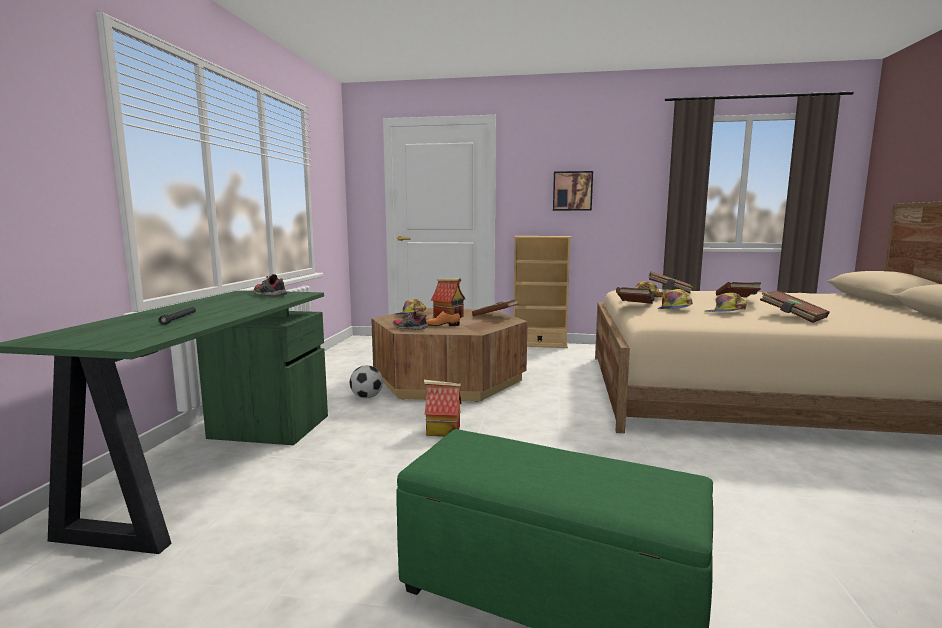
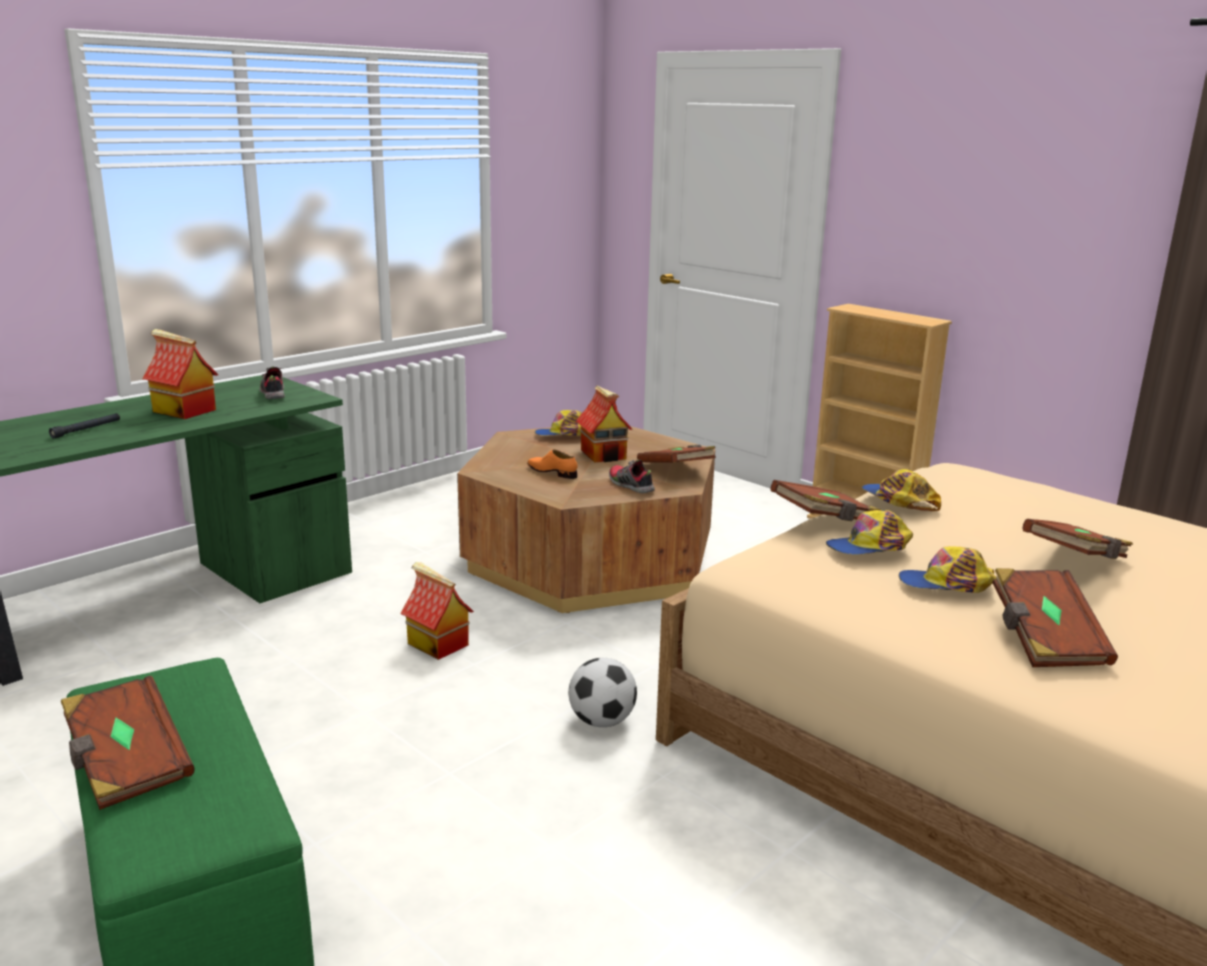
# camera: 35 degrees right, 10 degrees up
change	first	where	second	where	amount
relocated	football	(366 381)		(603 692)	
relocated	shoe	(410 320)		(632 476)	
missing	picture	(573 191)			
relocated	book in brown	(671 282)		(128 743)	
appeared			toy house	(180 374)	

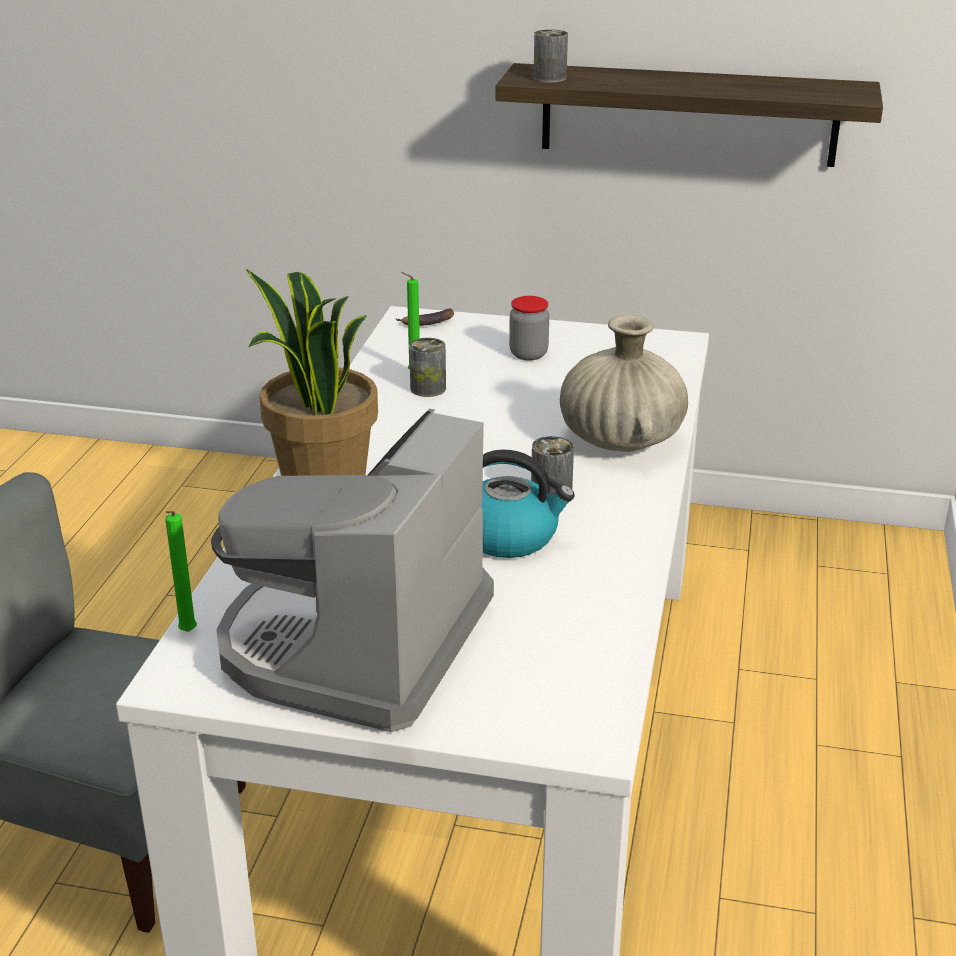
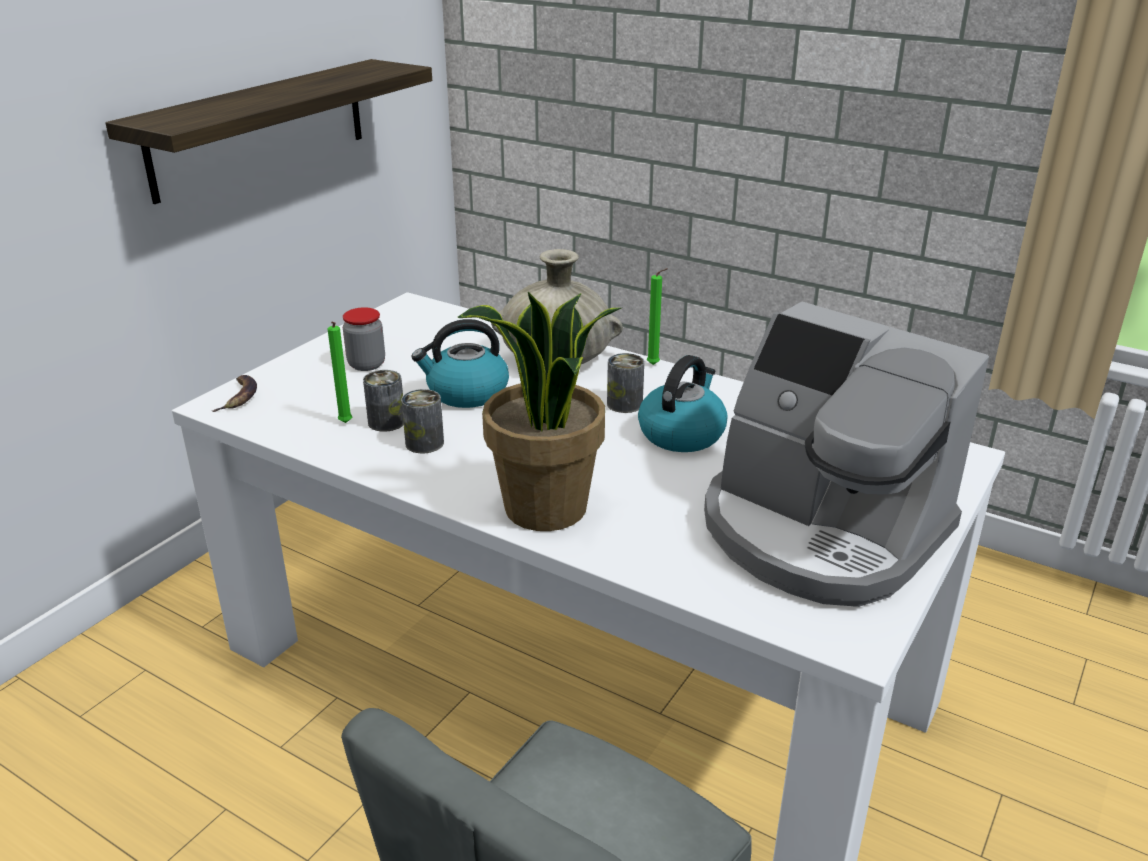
# camera: 70 degrees left, 0 degrees up
change	first	where	second	where	amount
relocated	candle in green	(181 571)		(657 316)	
relocated	can	(551 56)		(422 421)	
appeared			kettle	(460 363)	

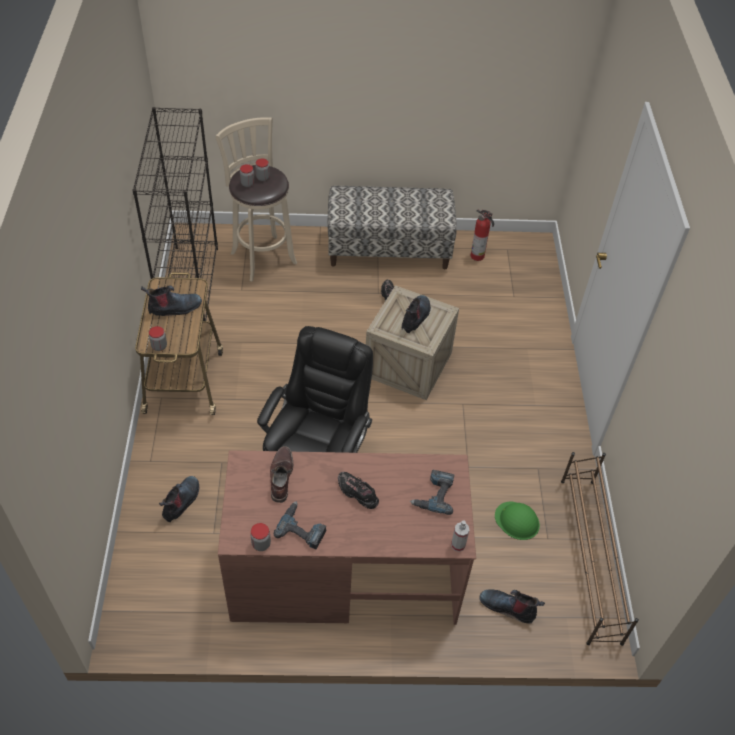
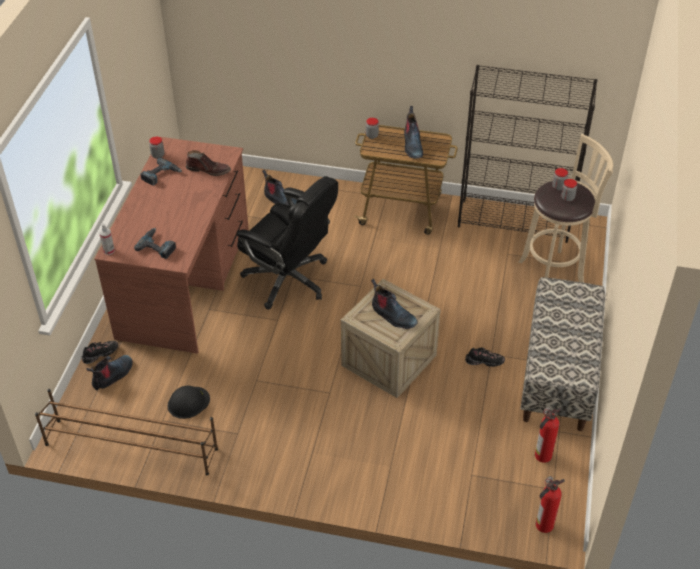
# camera: 105 degrees right, 5 degrees down
change	first	where	second	where	amount
relocated	shoe in black	(358 490)		(99 352)	
colour	hard hat in green	(517 521)	hard hat in black	(189 402)	
appeared			fire extinguisher	(550 504)	

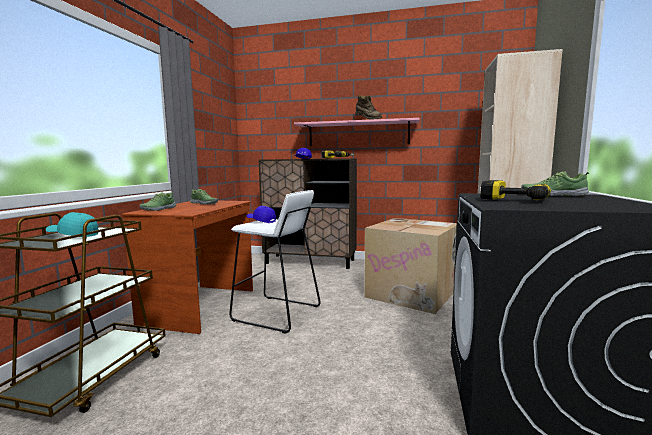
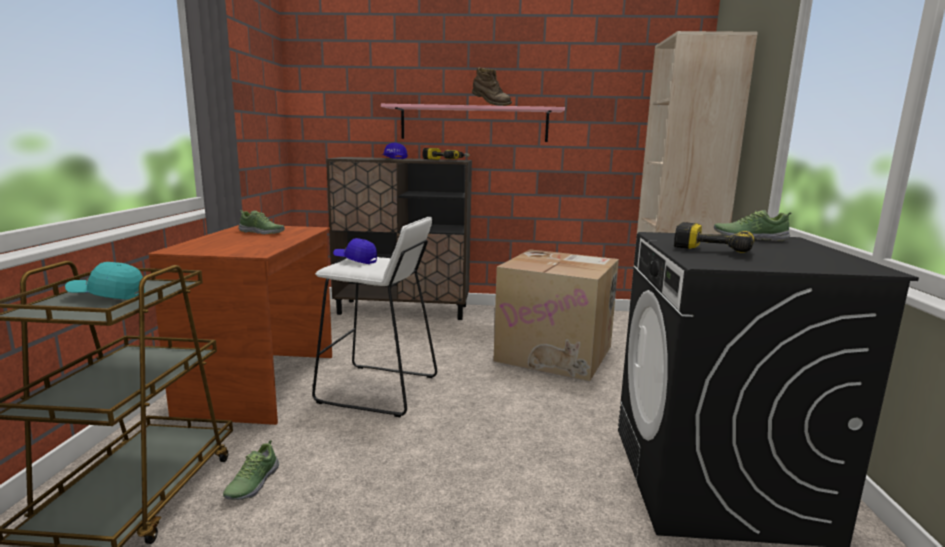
# camera: 10 degrees left, 5 degrees up
change	first	where	second	where	amount
relocated	shoe	(157 201)		(251 470)	

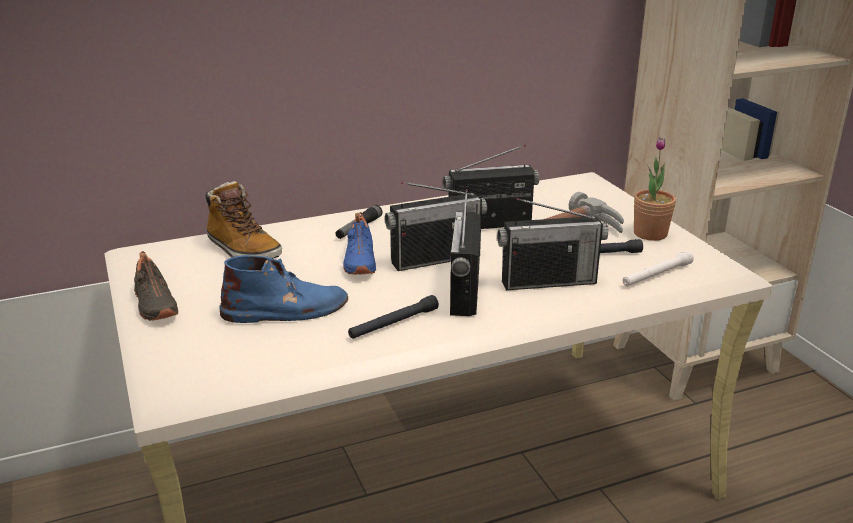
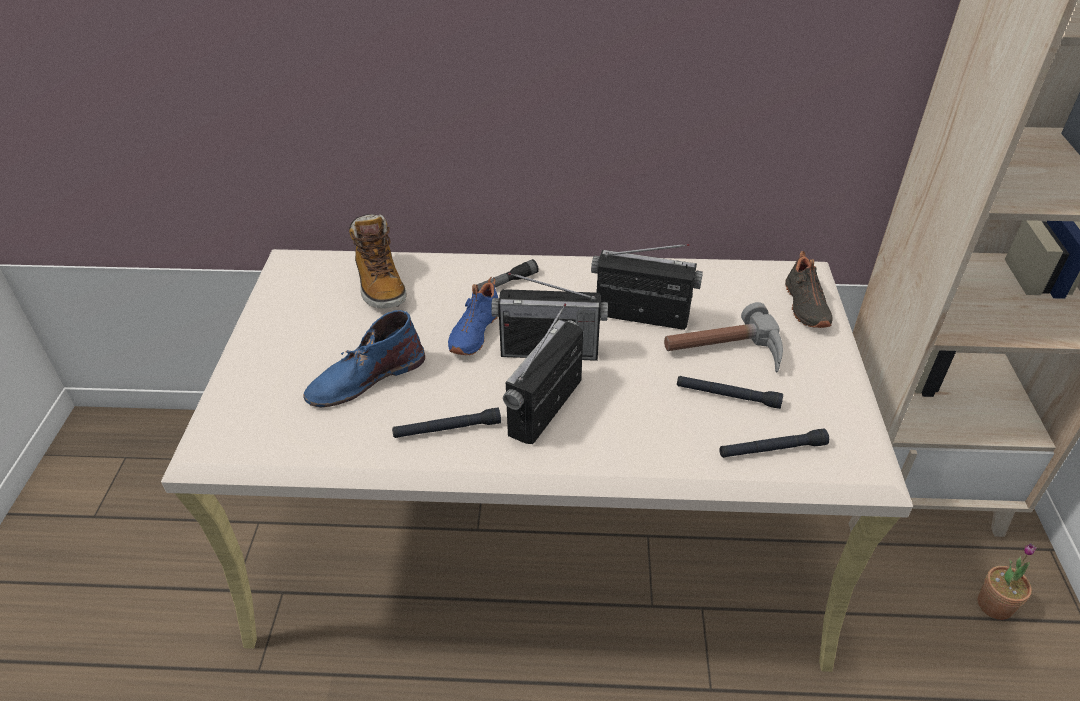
# camera: 25 degrees right, 15 degrees up
change	first	where	second	where	amount
relocated	shoe in black	(156 286)		(809 289)	
spun	boot in blue	(284 289)		(364 358)	135 degrees clockwise
missing	radio	(552 244)			
colour	flashlight in white	(658 268)	flashlight in black	(774 443)	
relocated	potted plant	(655 189)		(1007 581)	

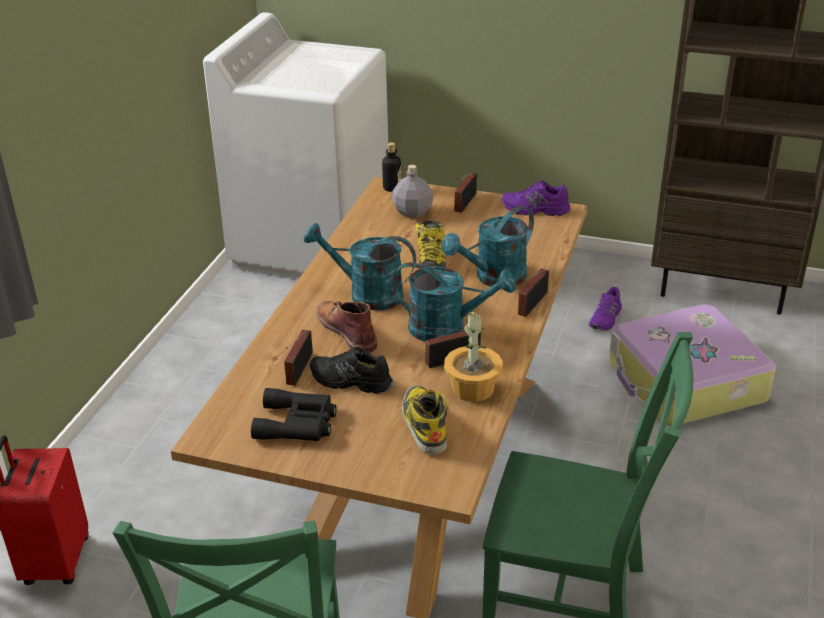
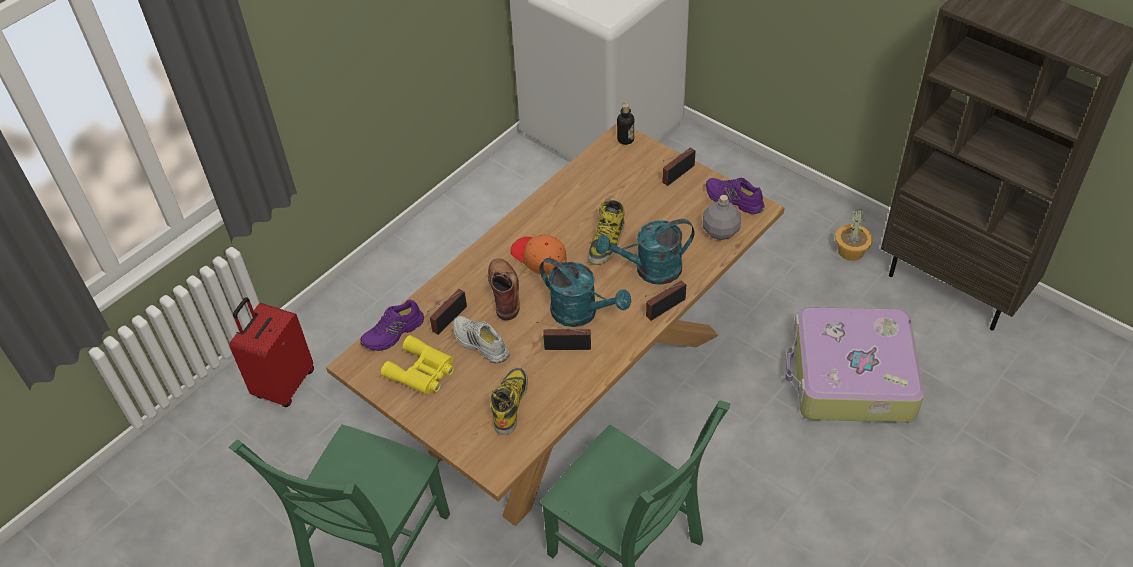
# camera: 25 degrees right, 15 degrees up
change	first	where	second	where	amount
colour	binoculars in black	(293 414)	binoculars in yellow	(417 365)	
exchanged	watering can in turquoise	(360 266)	cap in orange	(538 254)	
colour	shoe in black	(352 370)	shoe in white	(481 339)	
relocated	bottle in grey	(412 191)		(722 217)	
relocated	potted plant	(473 356)		(854 235)	
relocated	shoe in purple	(605 308)		(392 325)	

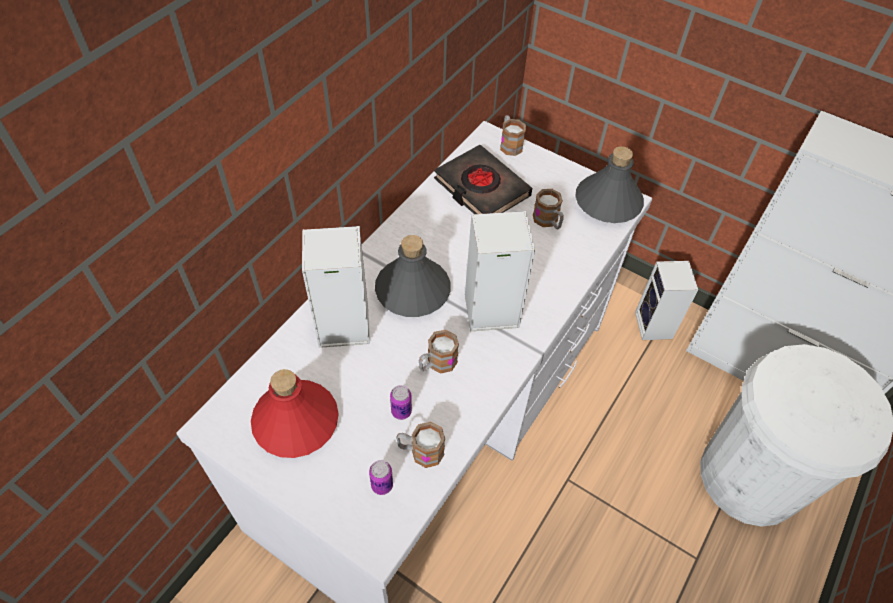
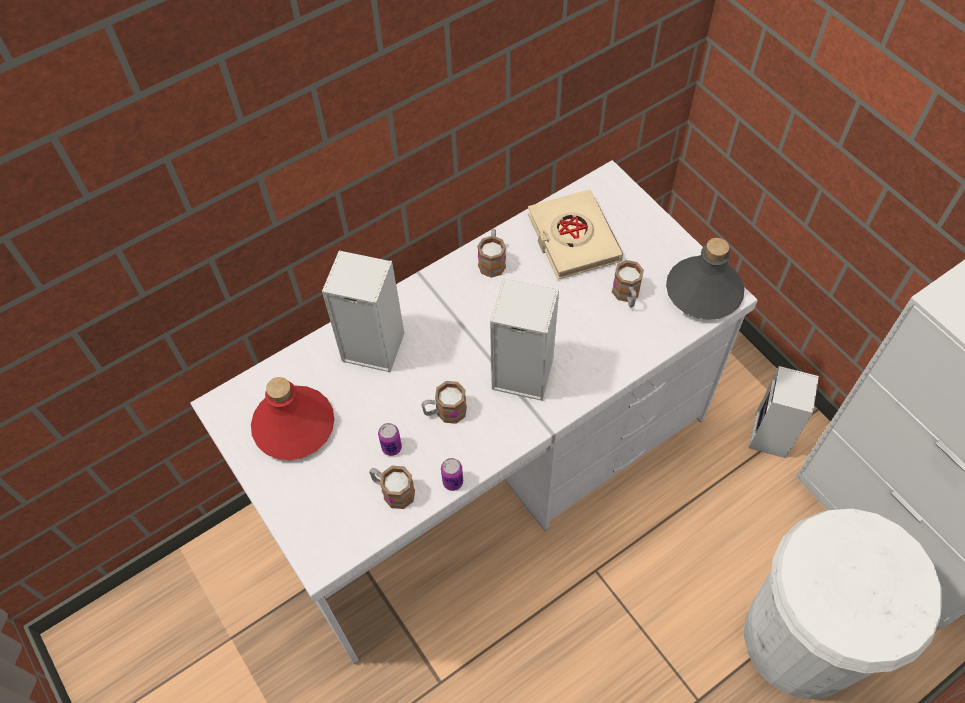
# camera: 25 degrees right, 5 degrees up
change	first	where	second	where	amount
relocated	can	(381 477)		(452 474)	
missing	bottle in grey	(413 276)			
colour	book in black	(483 179)	book in beige	(575 234)	
relocated	mug	(513 135)		(491 253)	

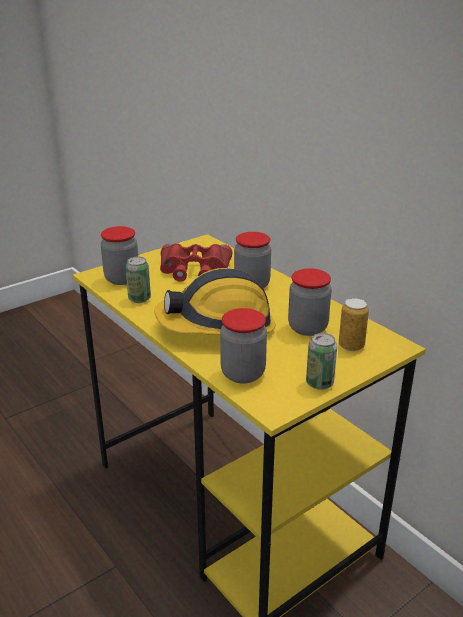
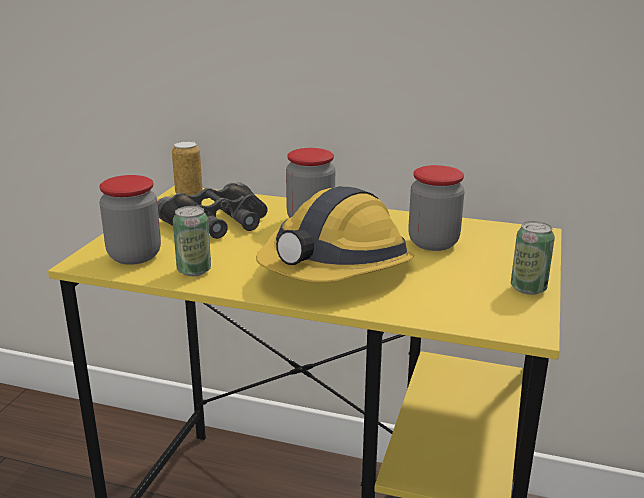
# camera: 35 degrees left, 5 degrees down
change	first	where	second	where	amount
colour	binoculars in red	(196 262)	binoculars in black	(212 211)	
missing	jar	(243 346)			
relocated	can	(354 324)		(187 168)	

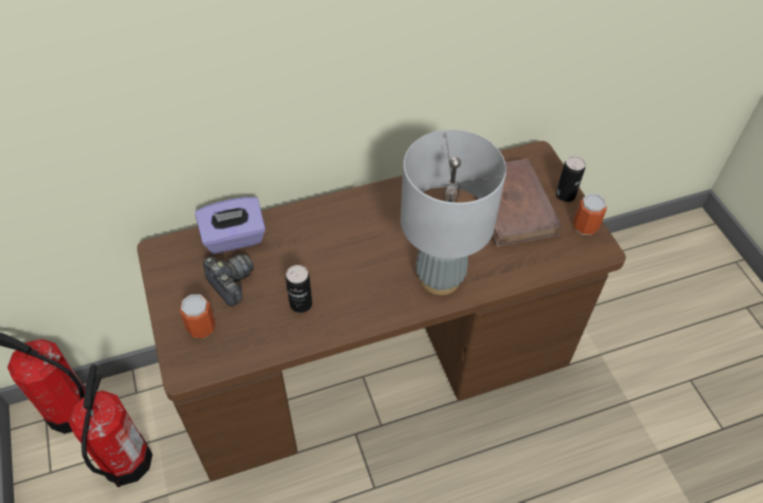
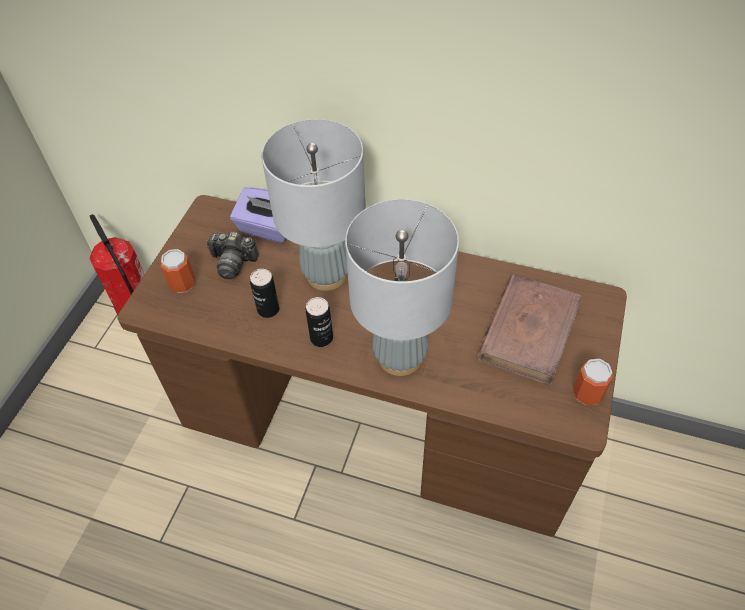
# camera: 40 degrees right, 0 degrees up
change	first	where	second	where	amount
missing	fire extinguisher	(110 425)			
spun	photo camera	(228 280)		(232 255)	105 degrees clockwise
relocated	can	(571 179)		(319 322)	
appeared			table lamp in grey	(314 205)	

